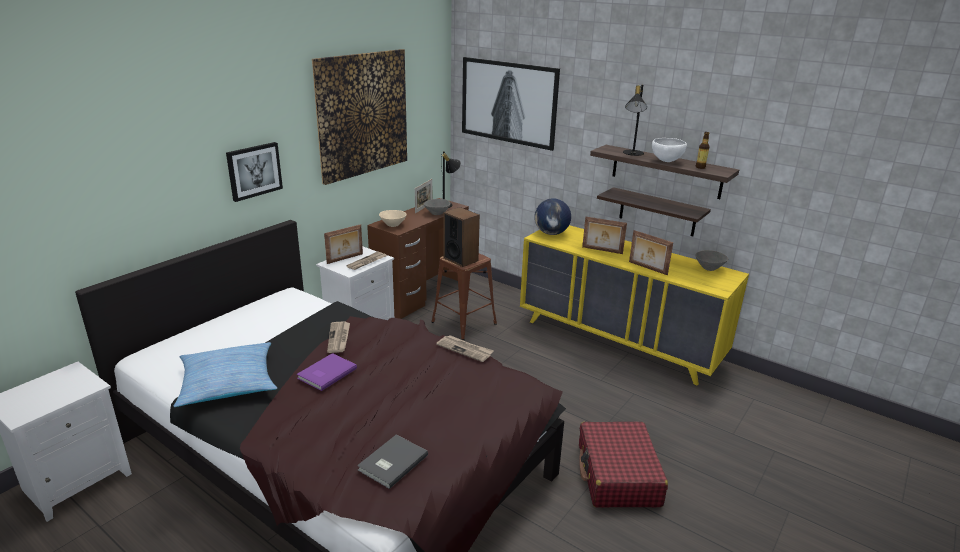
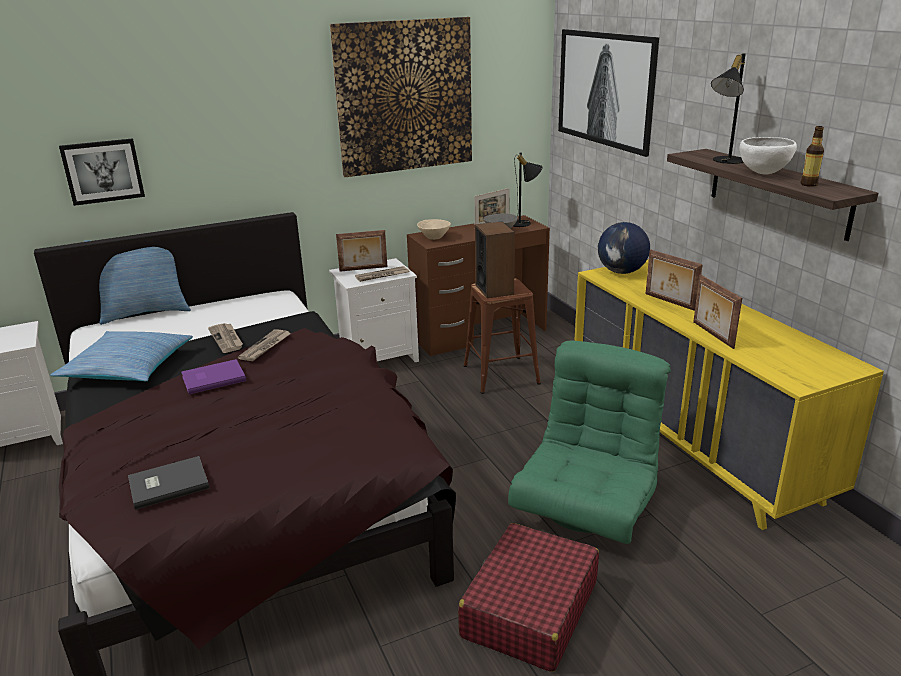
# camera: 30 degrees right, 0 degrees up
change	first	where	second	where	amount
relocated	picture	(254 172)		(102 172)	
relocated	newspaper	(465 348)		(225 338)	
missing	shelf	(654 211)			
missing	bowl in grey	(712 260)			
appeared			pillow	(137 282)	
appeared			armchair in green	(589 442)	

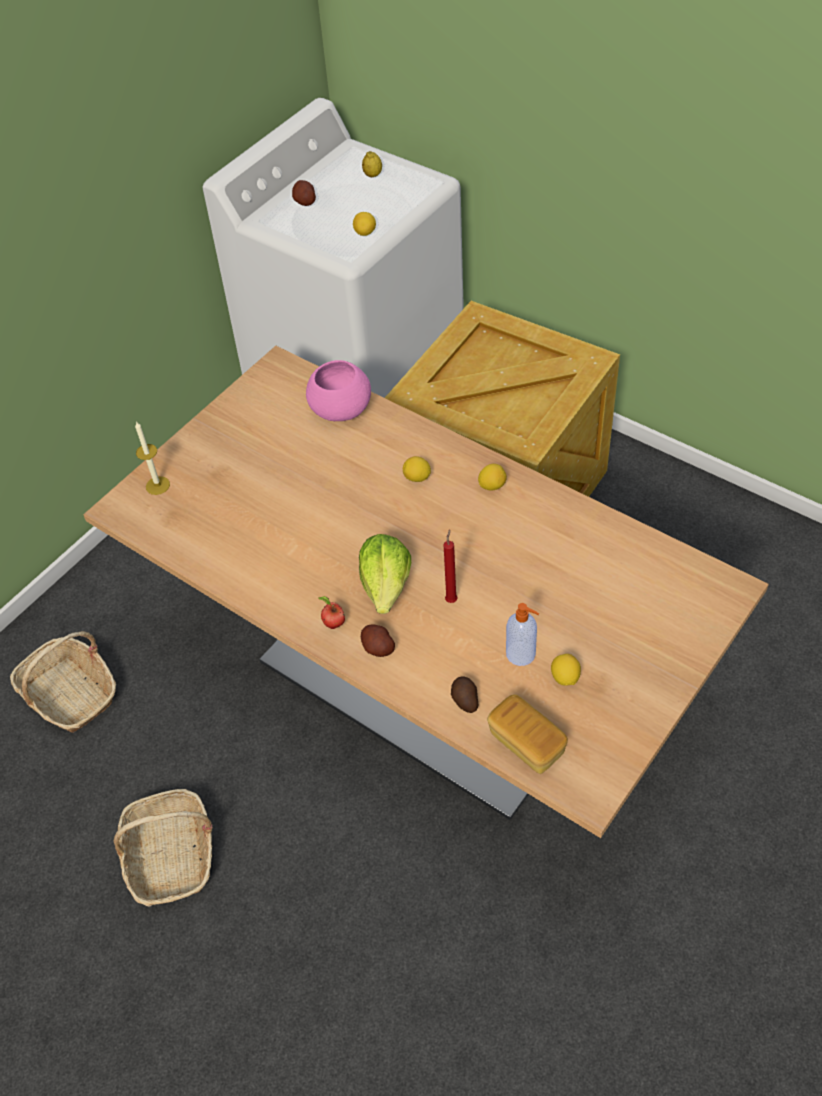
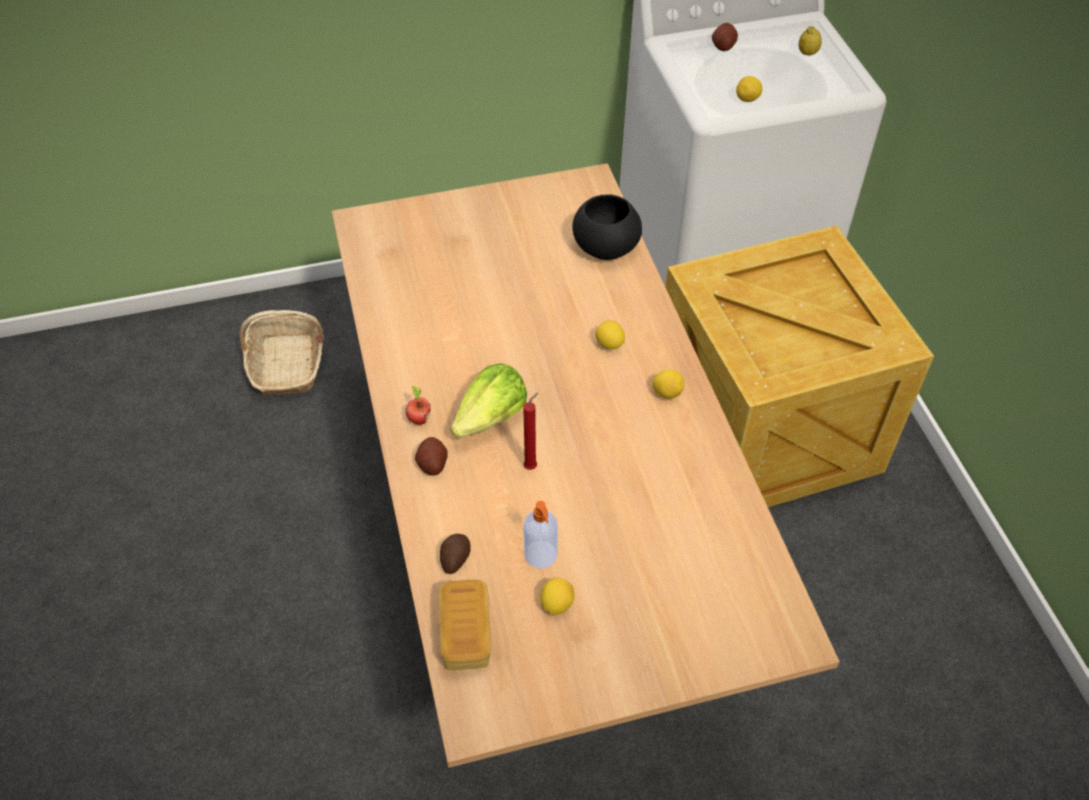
# camera: 35 degrees right, 0 degrees up
change	first	where	second	where	amount
missing	basket	(163 848)			
missing	candle	(152 458)			
colour	bowl in pink	(338 390)	bowl in black	(607 227)	

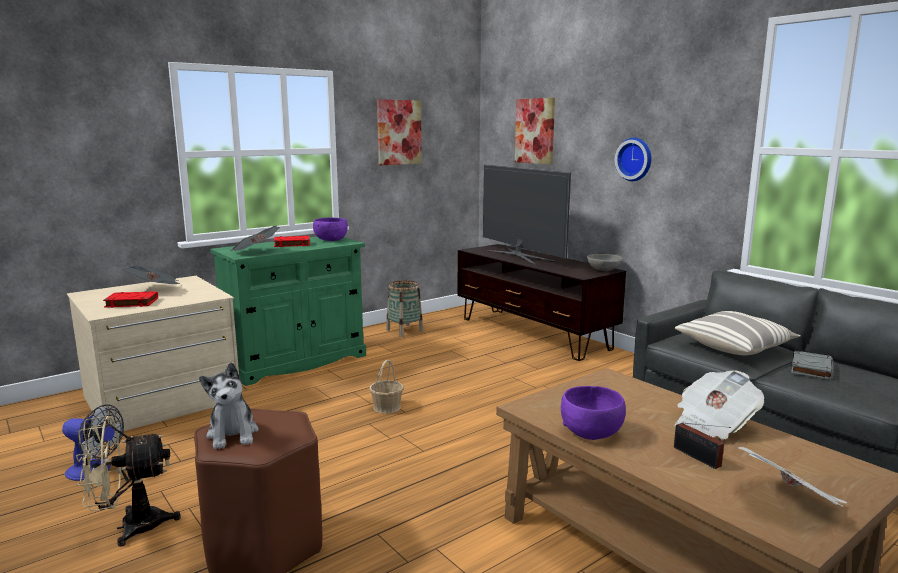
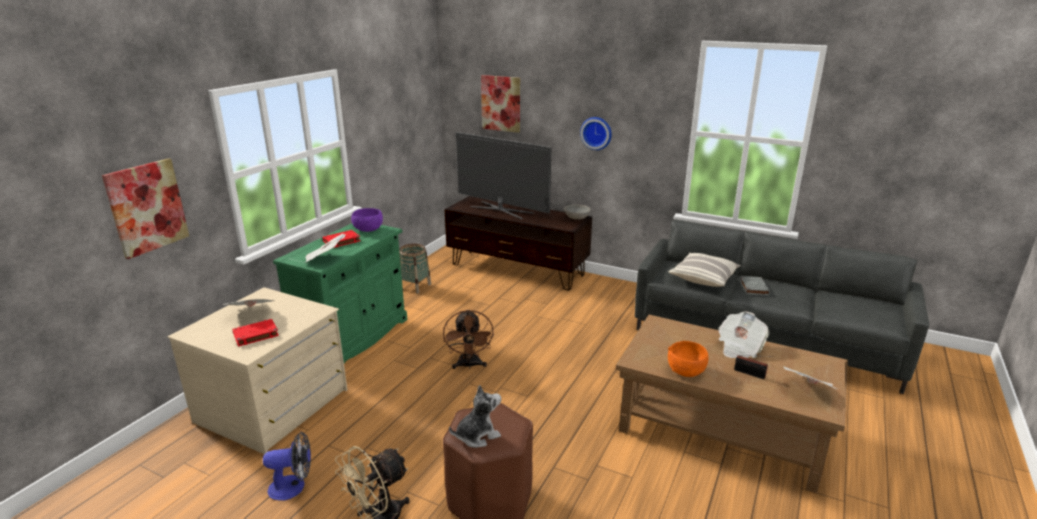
# camera: 25 degrees left, 10 degrees up
change	first	where	second	where	amount
spun	plush toy	(229 405)		(475 416)	75 degrees counterclockwise
exchanged	basket	(386 387)	fan in brown	(468 339)	
relocated	picture	(399 132)		(145 208)	
colour	bowl in purple	(593 413)	bowl in orange	(688 359)	

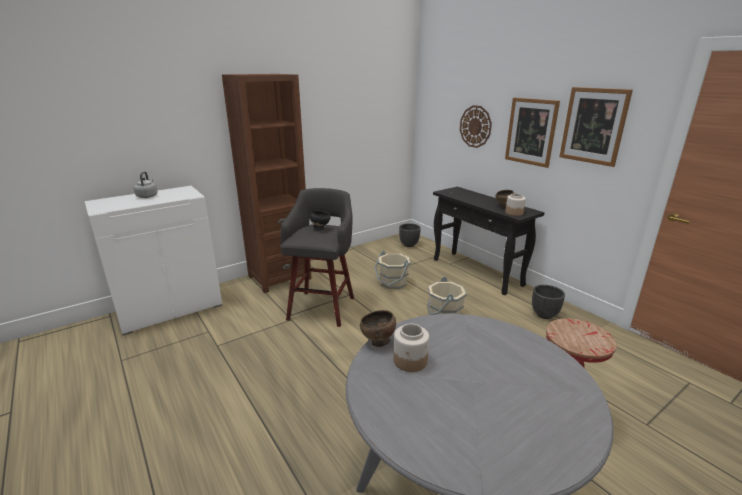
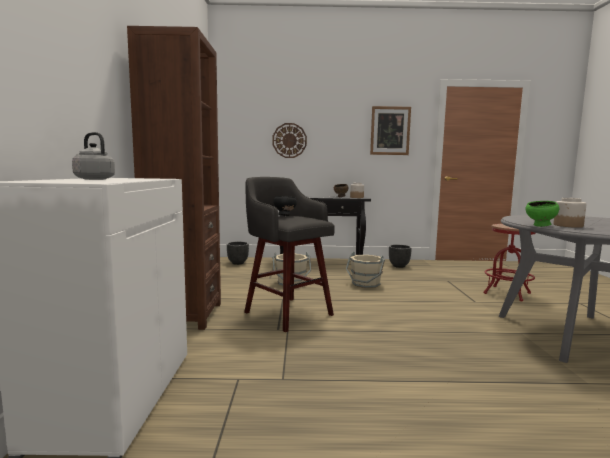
# camera: 55 degrees left, 15 degrees down
change	first	where	second	where	amount
colour	bowl in brown	(378 328)	bowl in green	(542 214)	
missing	picture	(532 133)			

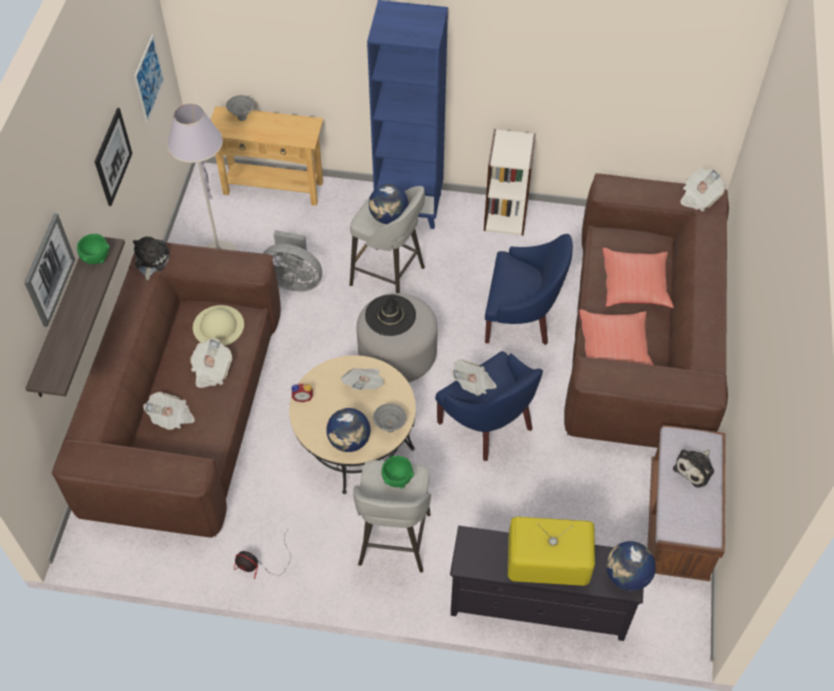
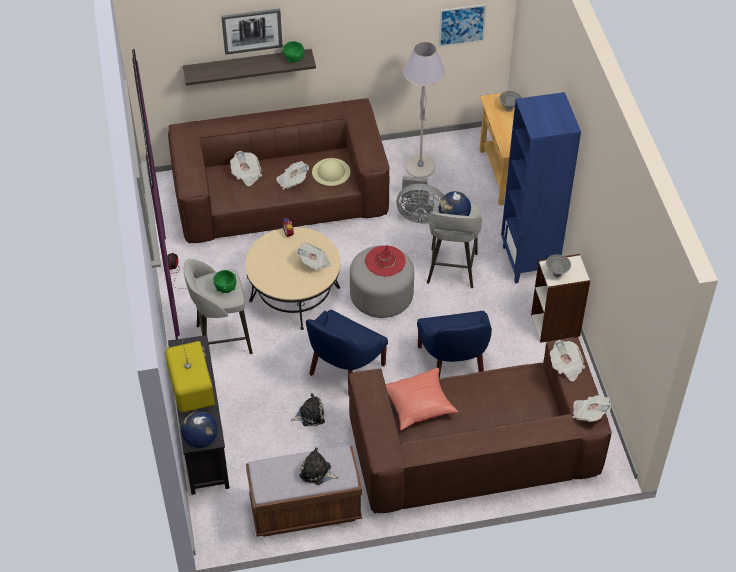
# camera: 70 degrees right, 5 degrees down
change	first	where	second	where	amount
missing	picture	(113 157)			
relocated	plush toy	(151 258)		(307 409)	
spun	fan in grey	(292 261)		(420 200)	75 degrees counterclockwise
missing	globe	(348 430)			
colour	hat in black	(390 315)	hat in red	(385 260)	
relocated	bowl in grey	(390 418)		(558 265)	
relocated	newspaper	(474 377)		(567 360)	
missing	pillow in red	(638 278)			

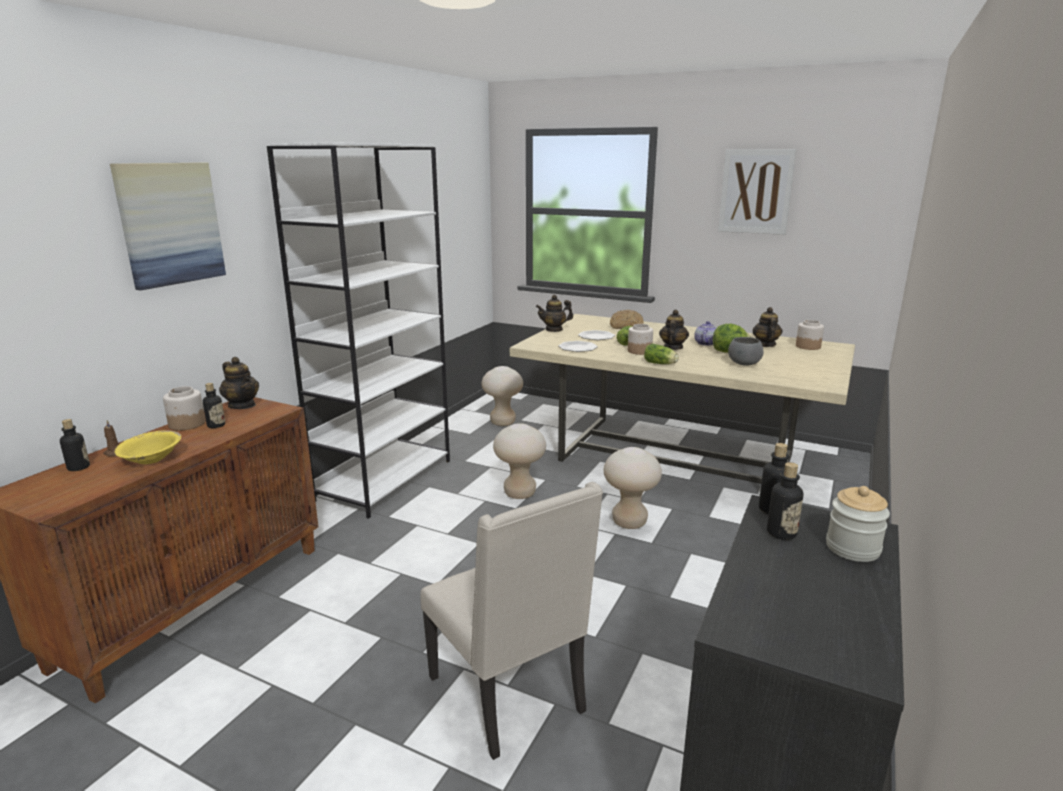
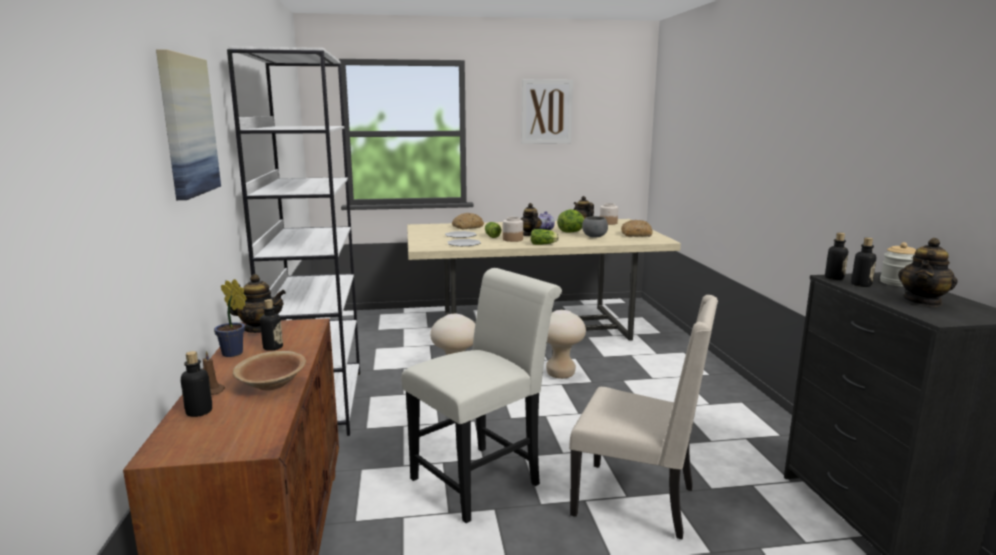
# camera: 35 degrees left, 5 degrees down
change	first	where	second	where	amount
colour	bowl in yellow	(148 447)	bowl in brown	(269 370)	
exchanged	jar	(184 408)	potted plant	(230 318)	
missing	stool in beige	(502 396)			
relocated	teapot	(554 313)		(928 272)	
appeared			chair in white	(481 395)	
appeared			bread	(637 228)	

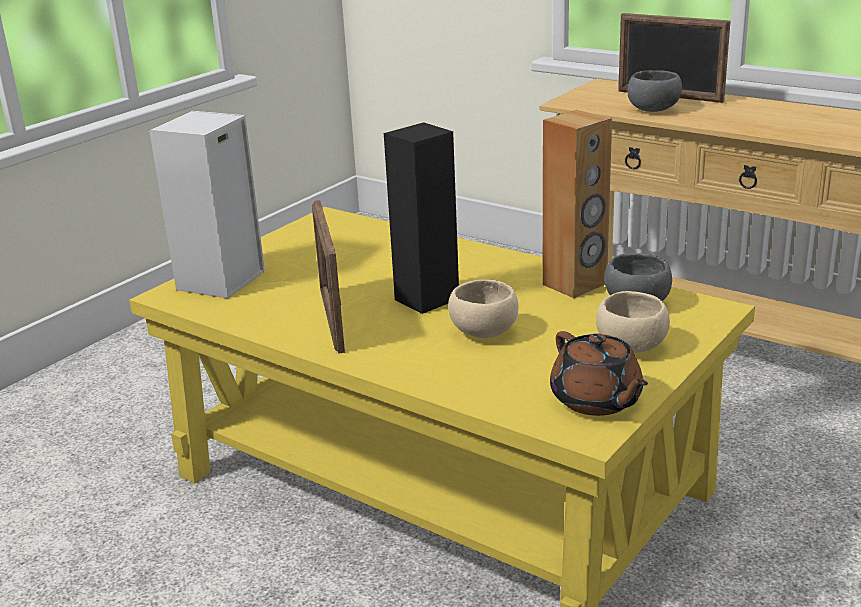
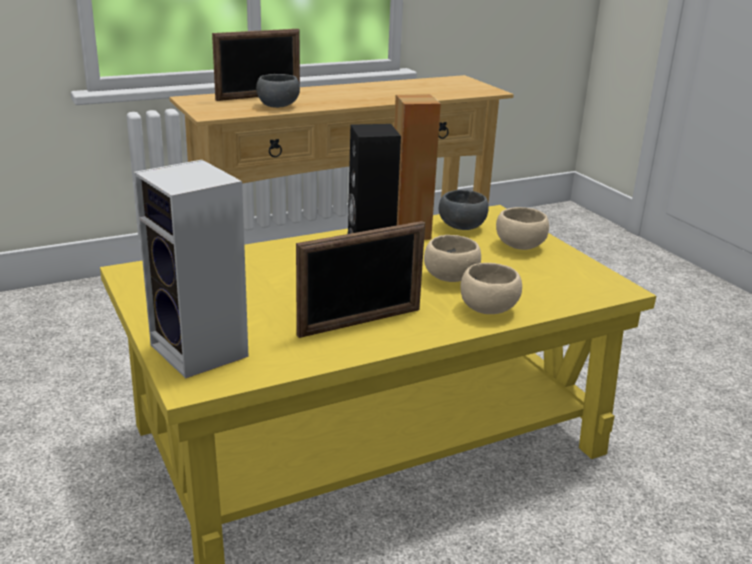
# camera: 65 degrees left, 0 degrees up
change	first	where	second	where	amount
spun	picture frame	(328 276)		(360 279)	45 degrees counterclockwise
missing	teapot in brown	(599 373)			
appeared			bowl in beige	(491 288)	

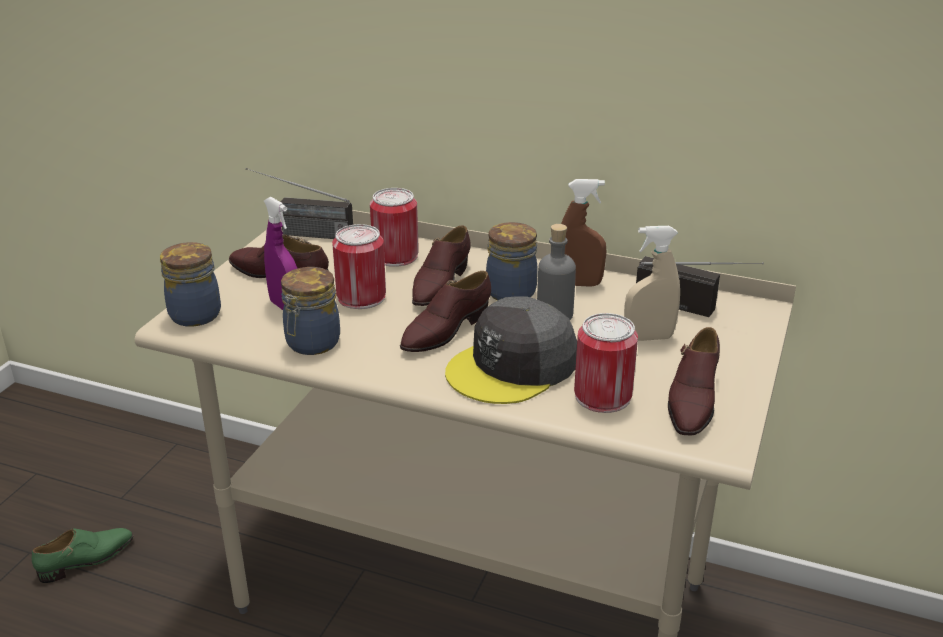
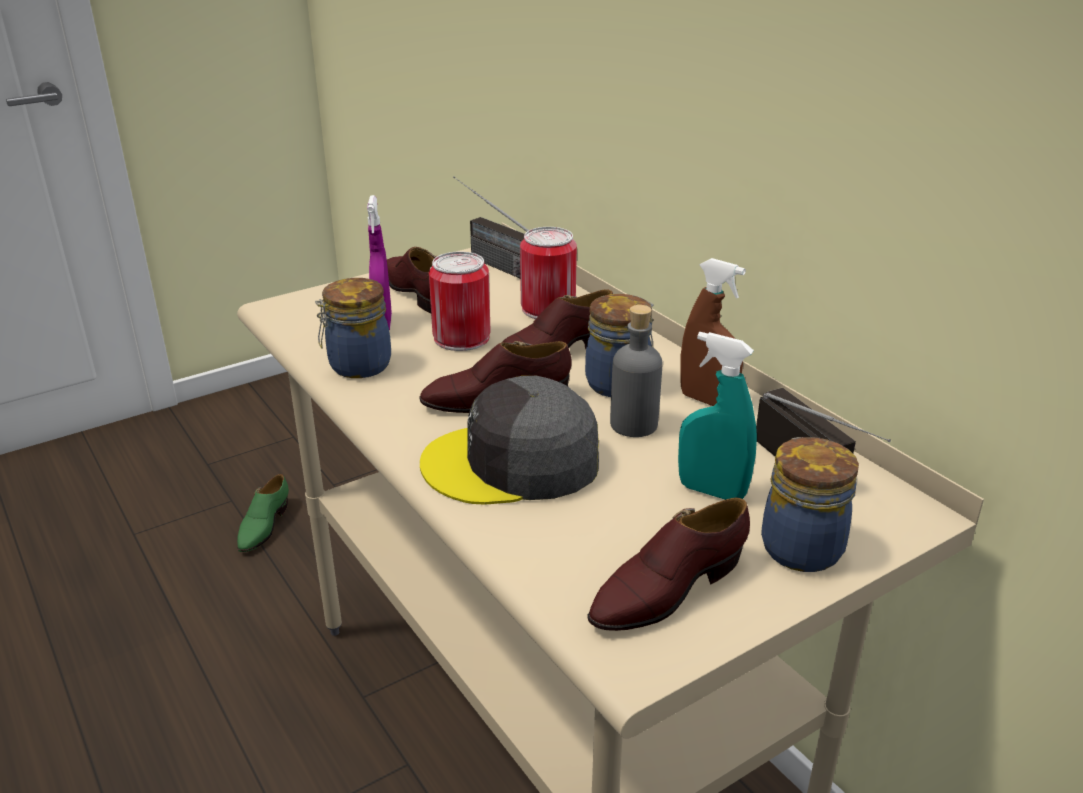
# camera: 35 degrees right, 0 degrees up
change	first	where	second	where	amount
spun	shoe in green	(82 555)		(263 513)	105 degrees clockwise
relocated	jar	(190 284)		(810 504)	
missing	can	(606 363)			
colour	spray bottle in beige	(652 283)	spray bottle in turquoise	(717 416)	

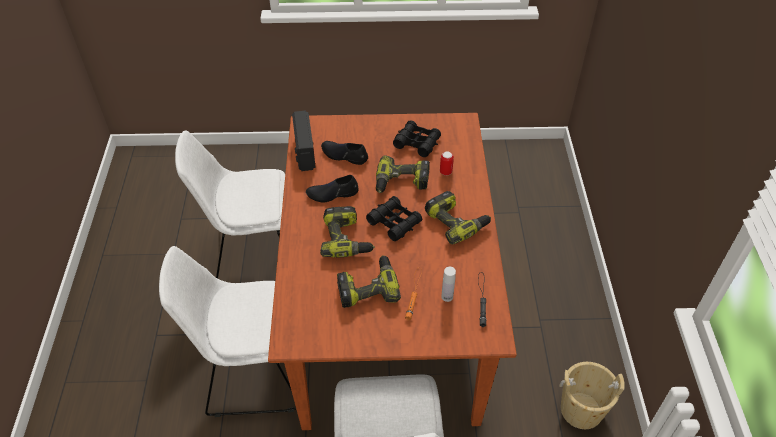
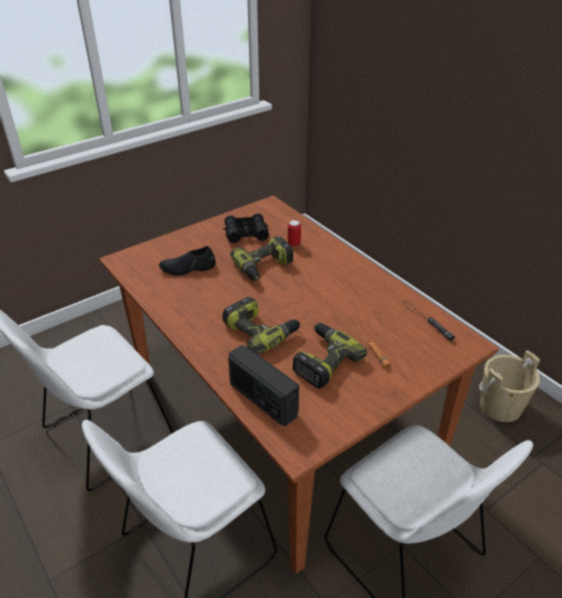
# camera: 35 degrees left, 10 degrees down
change	first	where	second	where	amount
relocated	radio	(304 141)		(263 385)	
missing	shoe in black	(332 189)			
missing	binoculars in black	(394 218)			
missing	power drill	(458 217)			
missing	bottle in white	(448 284)			

